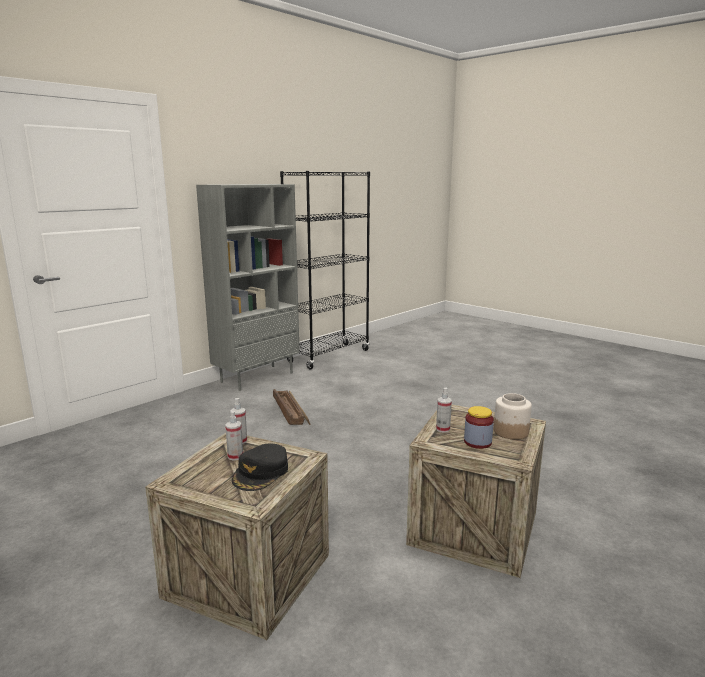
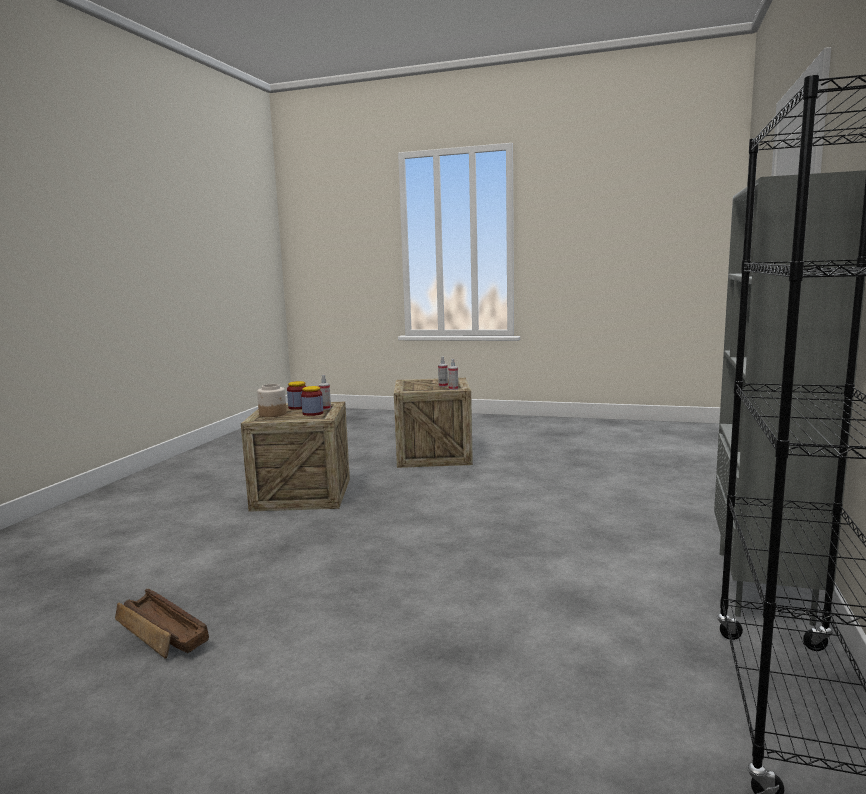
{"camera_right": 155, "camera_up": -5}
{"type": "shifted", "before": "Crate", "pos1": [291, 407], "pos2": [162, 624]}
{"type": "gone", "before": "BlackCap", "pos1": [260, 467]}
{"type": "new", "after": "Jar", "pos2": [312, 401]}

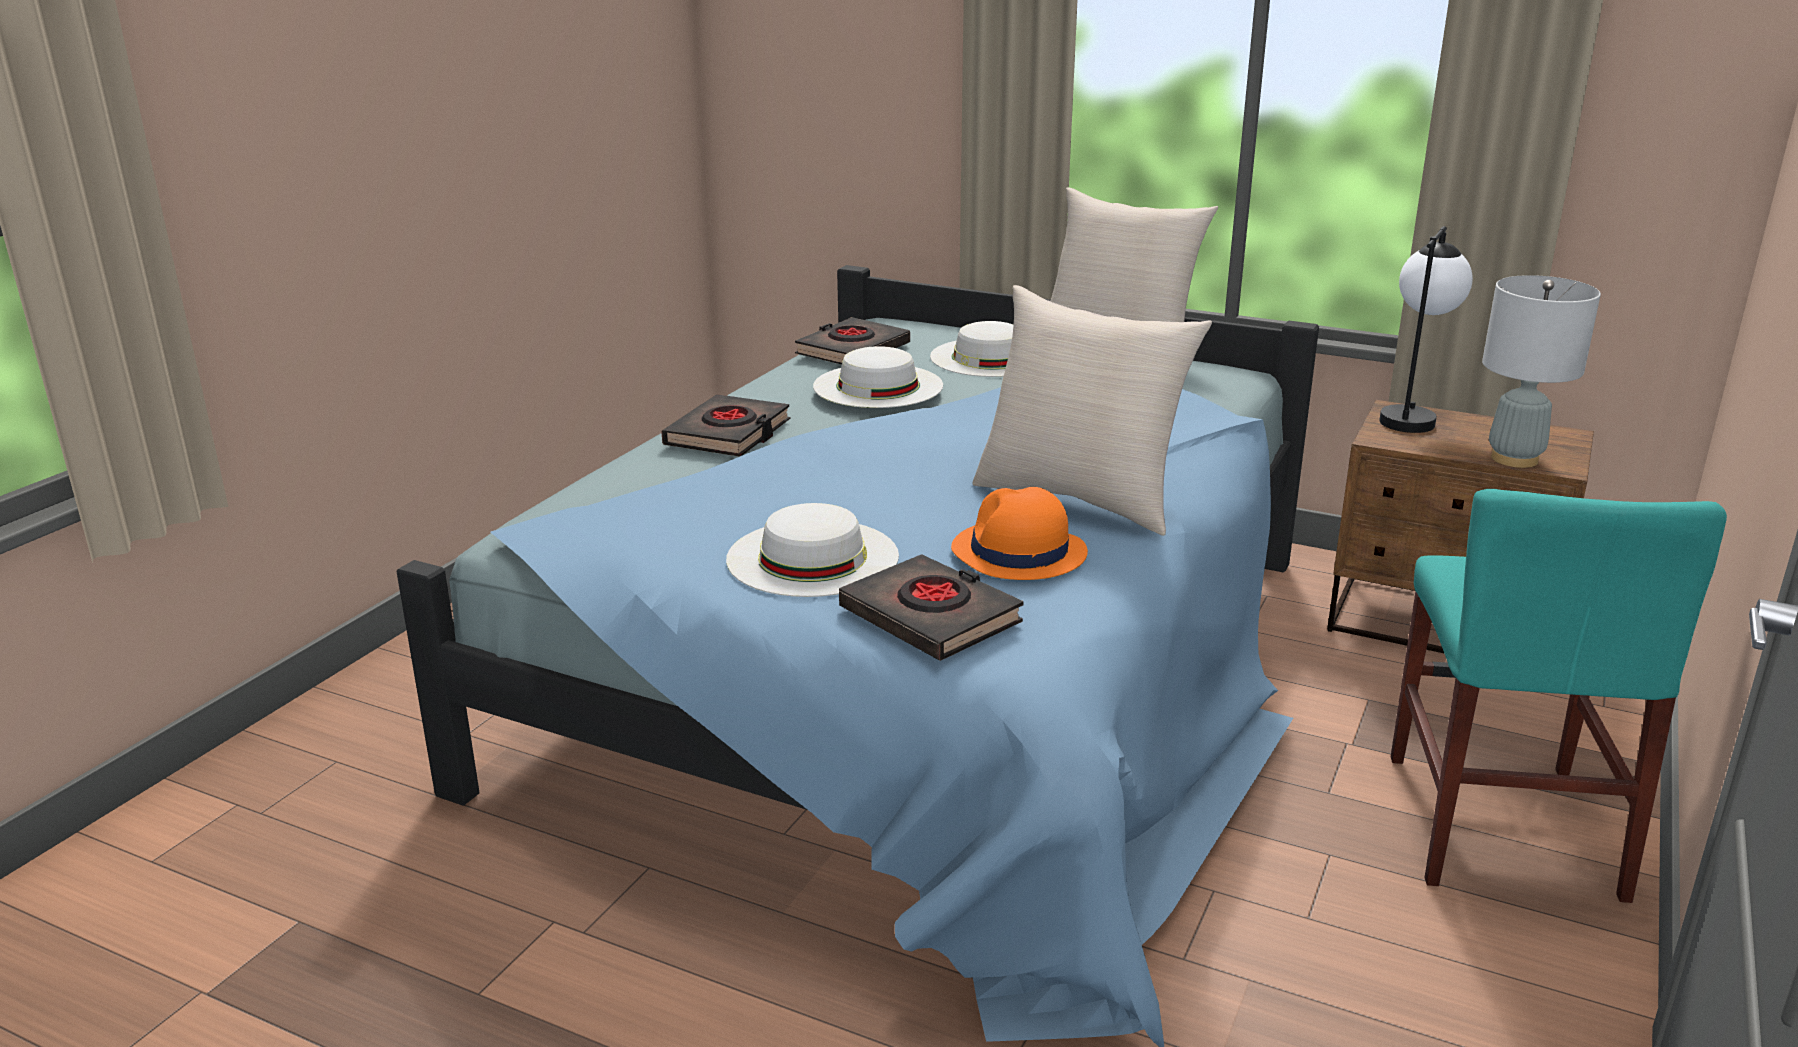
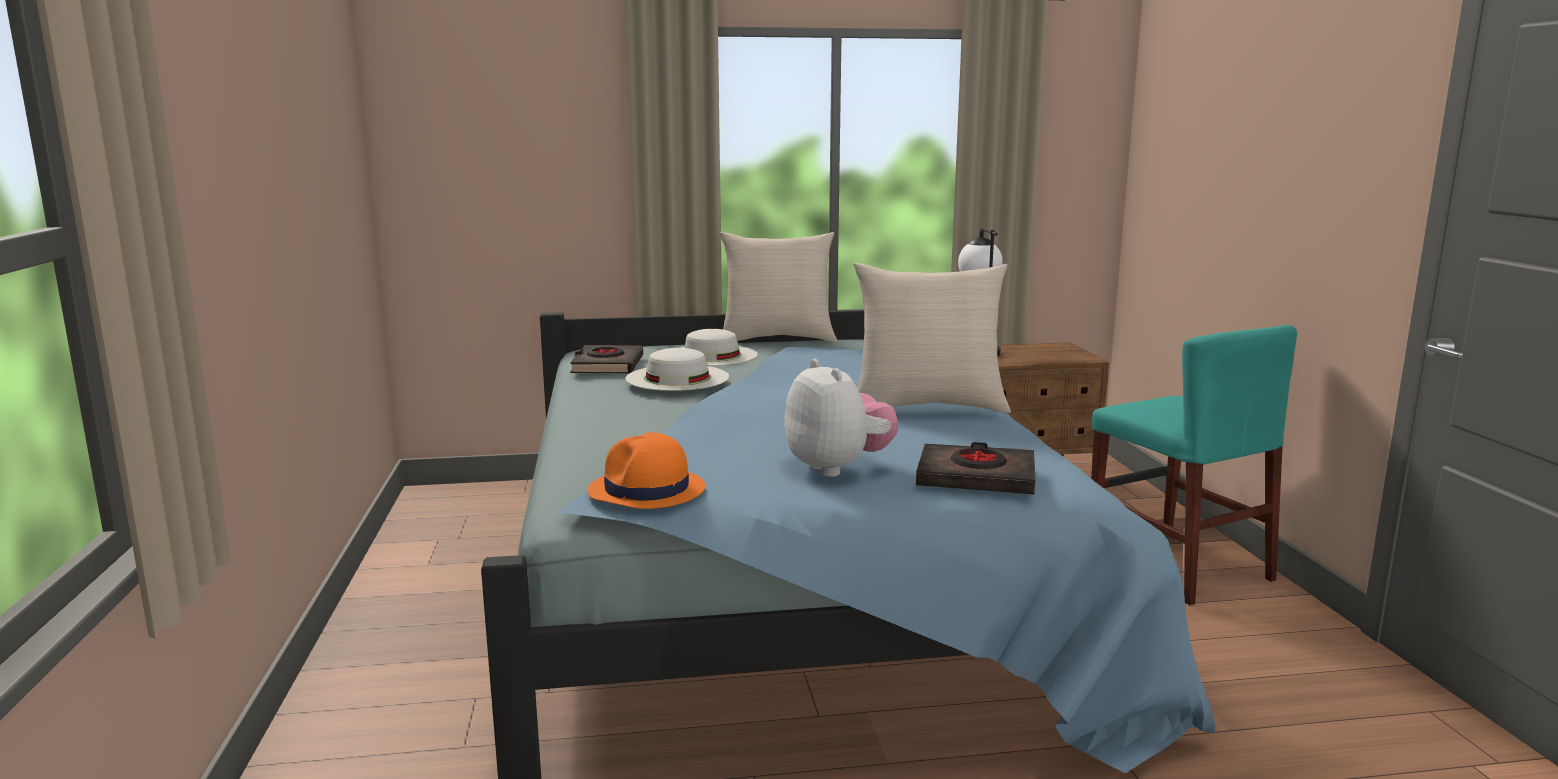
{"camera_right": -35, "camera_up": -10}
{"type": "gone", "before": "GreyTableLamp", "pos1": [1541, 371]}
{"type": "gone", "before": "BlackBook", "pos1": [726, 425]}
{"type": "shifted", "before": "OrangeHat", "pos1": [1019, 533], "pos2": [646, 470]}
{"type": "swapped", "before": "WhiteHat", "after": "PlushToy", "pos1": [812, 550], "pos2": [841, 418]}

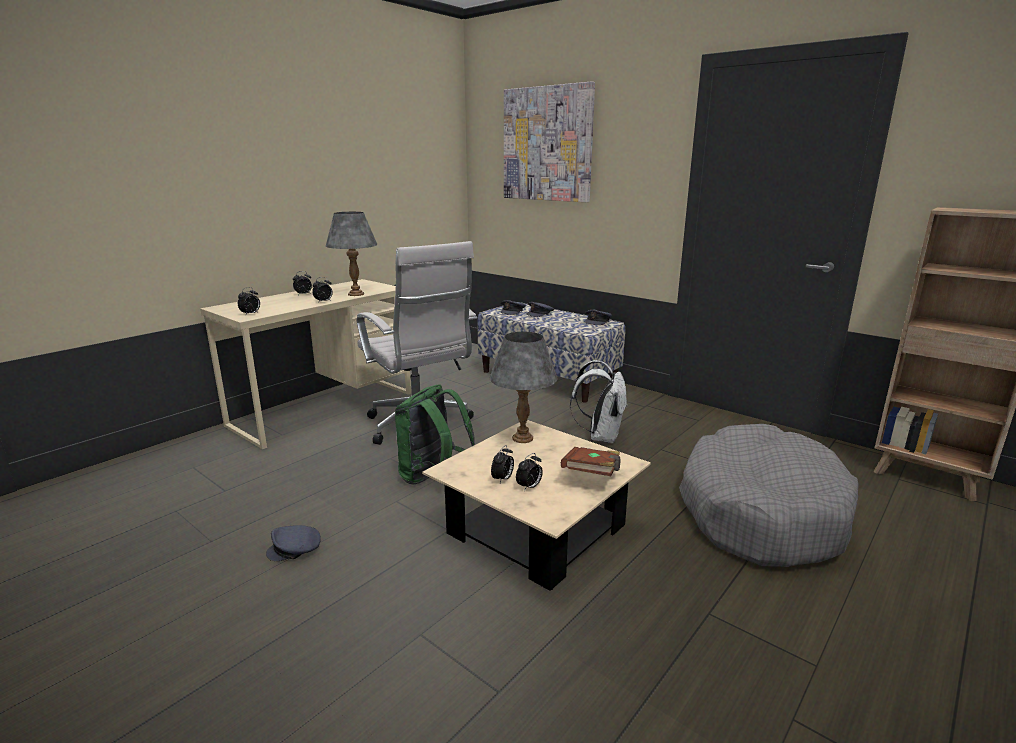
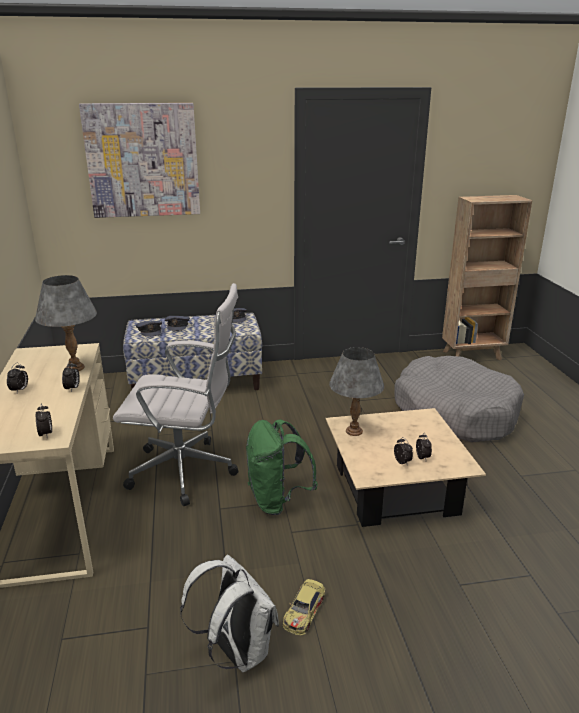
{"camera_right": -50, "camera_up": 5}
{"type": "shifted", "before": "WhiteBackpack", "pos1": [599, 401], "pos2": [229, 613]}
{"type": "gone", "before": "BrownBook", "pos1": [590, 461]}
{"type": "swapped", "before": "GreyCap", "after": "ToyCar", "pos1": [293, 543], "pos2": [304, 607]}

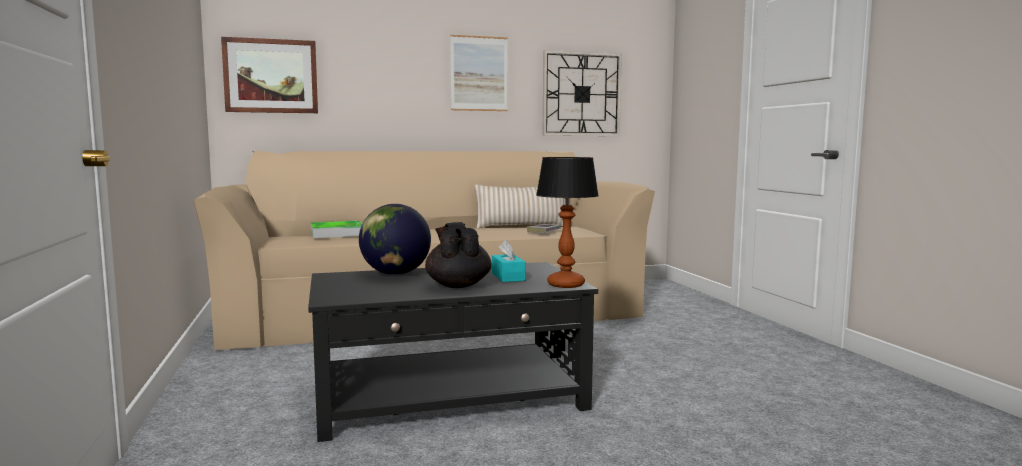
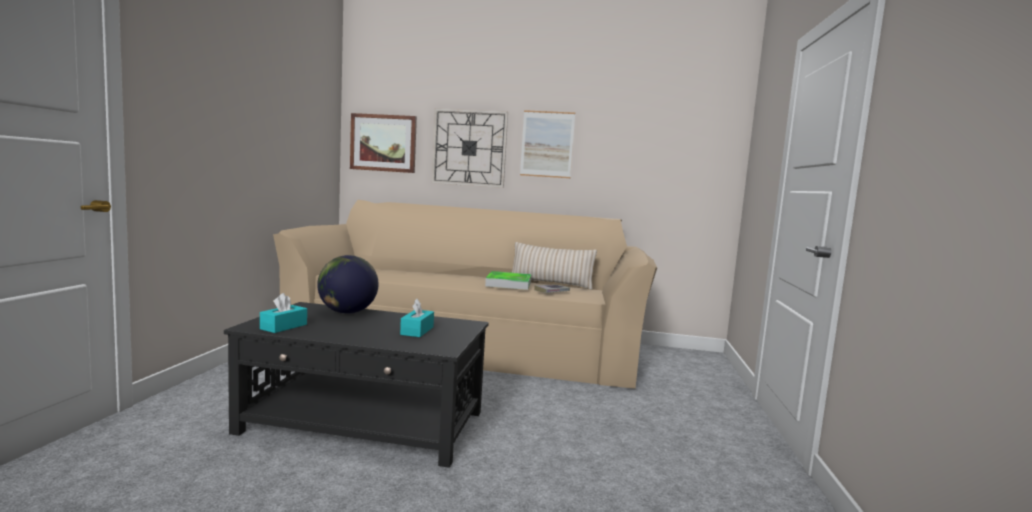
{"camera_right": 25, "camera_up": 0}
{"type": "shifted", "before": "WallClock", "pos1": [582, 93], "pos2": [470, 148]}
{"type": "gone", "before": "TableLamp", "pos1": [567, 222]}
{"type": "shifted", "before": "Tray", "pos1": [336, 229], "pos2": [508, 280]}
{"type": "gone", "before": "BlackTeapot", "pos1": [458, 255]}
{"type": "new", "after": "TurquoiseTissueBox", "pos2": [283, 313]}

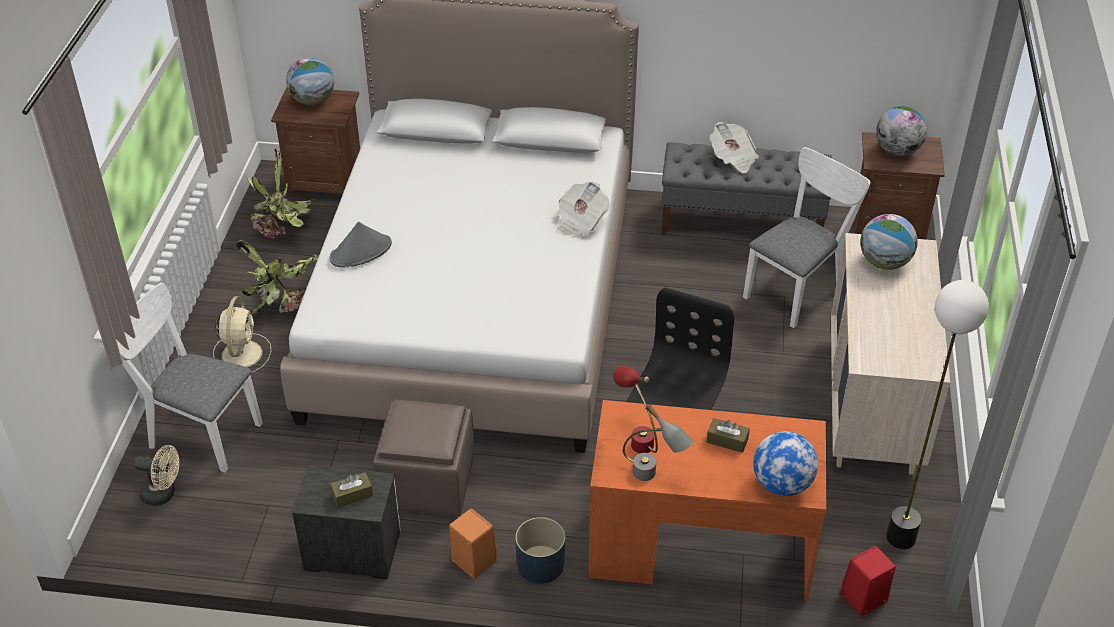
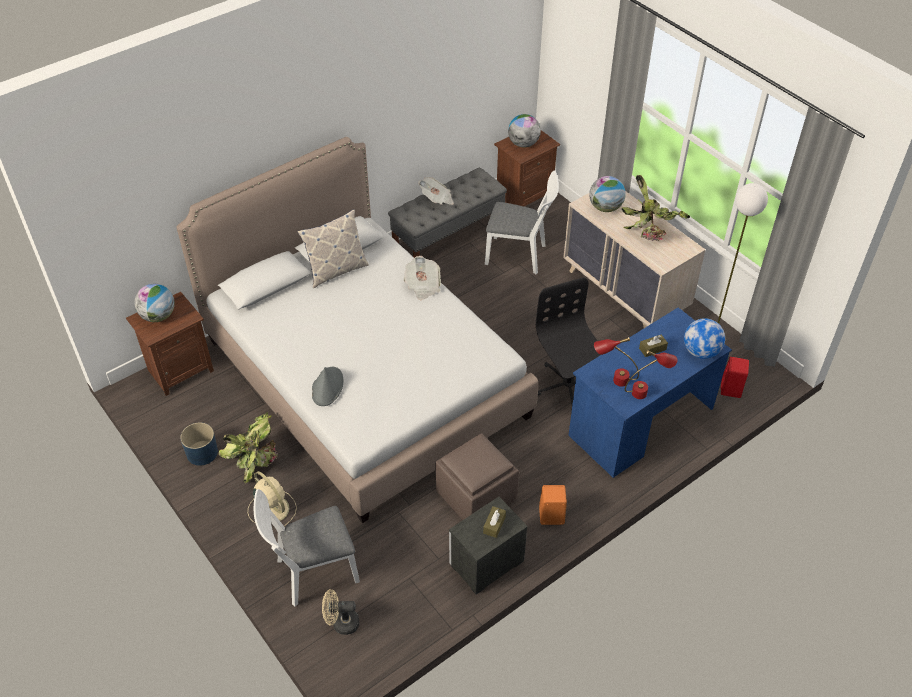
{"camera_right": -45, "camera_up": 5}
{"type": "rotated", "before": "WhiteChair", "pos1": [806, 237], "pos2": [522, 222], "turn": 105}
{"type": "shifted", "before": "PottedPlant", "pos1": [281, 193], "pos2": [656, 208]}
{"type": "repainted", "before": "OrangeDesk", "after": "BlueDesk", "pos1": [707, 500], "pos2": [650, 392]}
{"type": "repainted", "before": "GreyTableLamp", "after": "RedTableLamp", "pos1": [658, 442], "pos2": [651, 374]}
{"type": "rotated", "before": "BeigeFan", "pos1": [156, 475], "pos2": [340, 612], "turn": -150}
{"type": "shifted", "before": "BluePlanter", "pos1": [540, 550], "pos2": [199, 444]}
{"type": "new", "after": "Pillow", "pos2": [333, 248]}

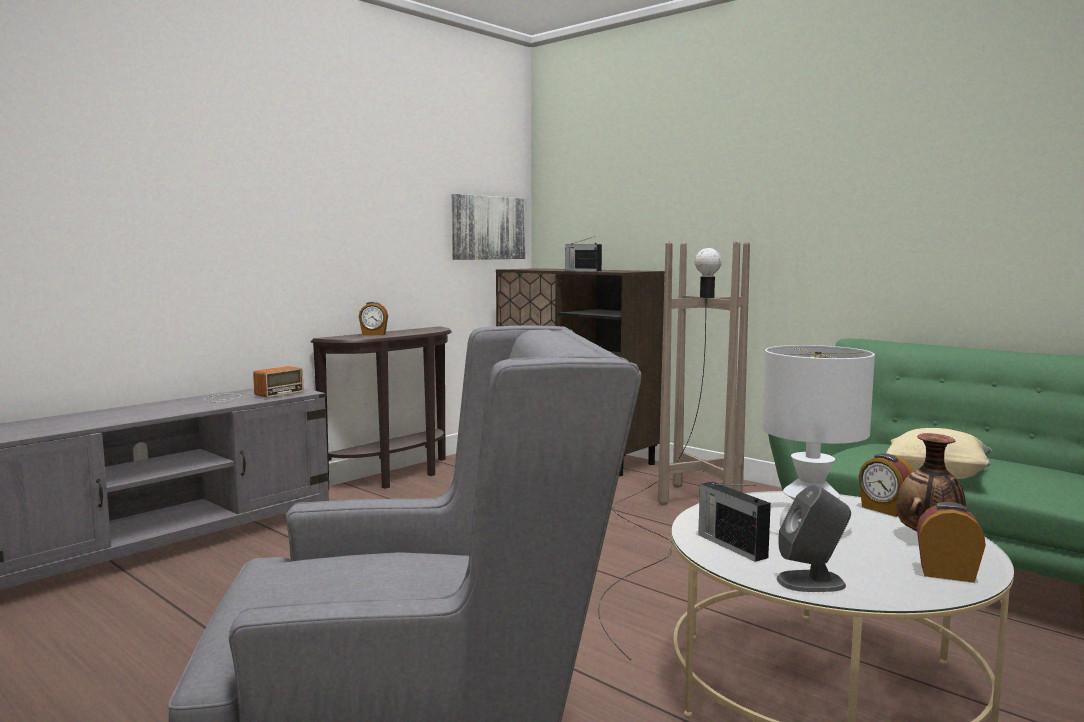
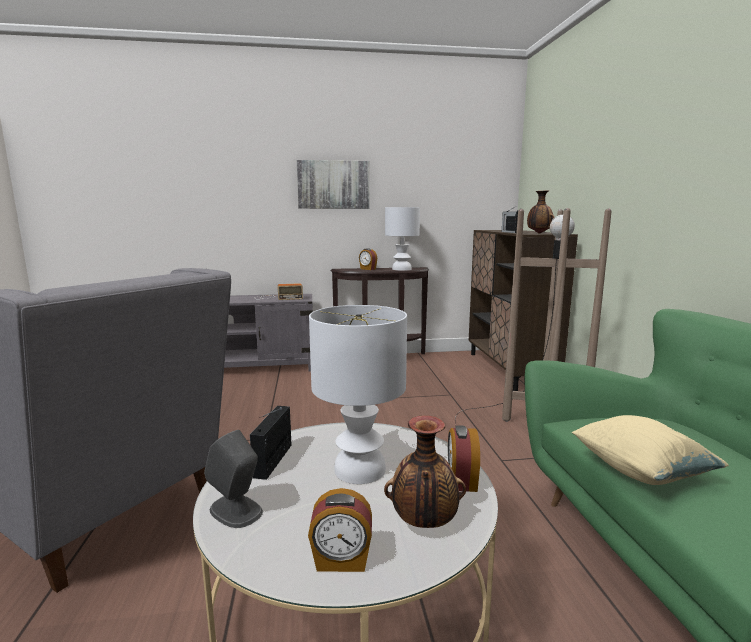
{"camera_right": 40, "camera_up": 5}
{"type": "shifted", "before": "Picture", "pos1": [488, 227], "pos2": [333, 184]}
{"type": "rotated", "before": "AlarmClock", "pos1": [951, 542], "pos2": [340, 530], "turn": 120}
{"type": "new", "after": "Vase", "pos2": [541, 211]}
{"type": "new", "after": "WhiteTableLamp", "pos2": [402, 239]}

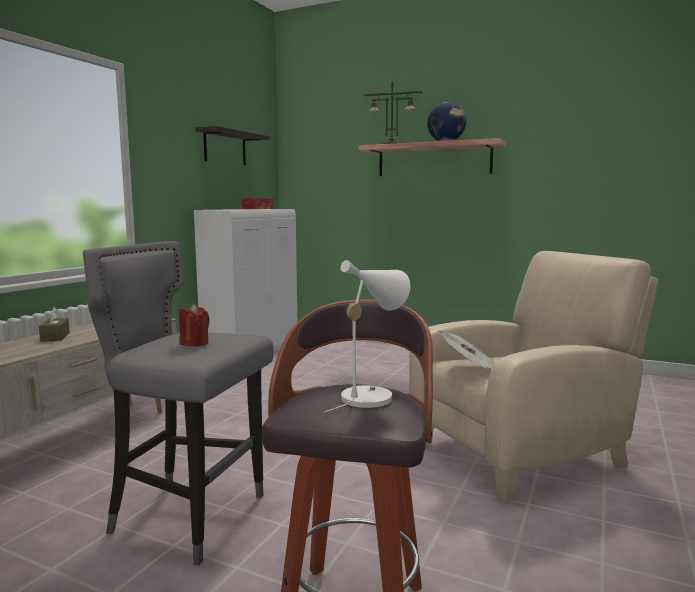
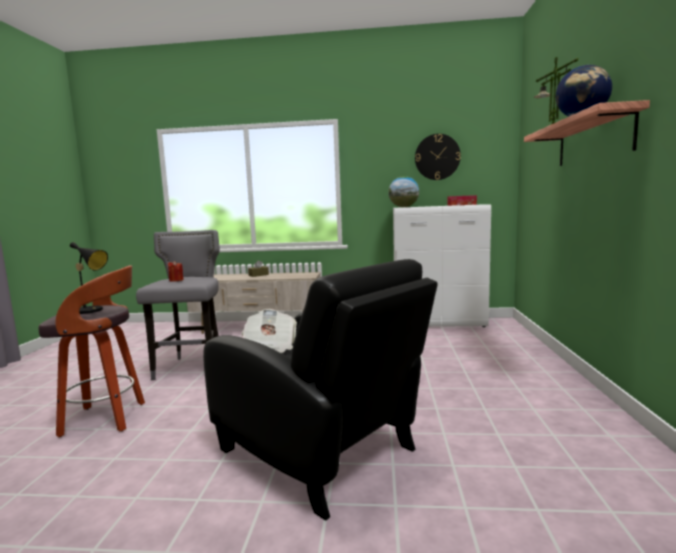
{"camera_right": 70, "camera_up": 0}
{"type": "swapped", "before": "Shelf", "after": "WallClock", "pos1": [232, 145], "pos2": [438, 157]}
{"type": "repainted", "before": "BeigeArmchair", "after": "BlackArmchair", "pos1": [533, 376], "pos2": [320, 390]}
{"type": "repainted", "before": "WhiteTableLamp", "after": "BlackTableLamp", "pos1": [367, 336], "pos2": [89, 278]}
{"type": "new", "after": "Globe", "pos2": [403, 191]}

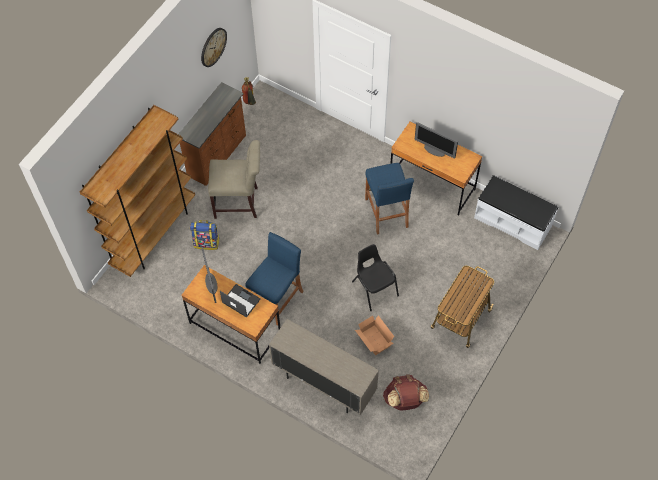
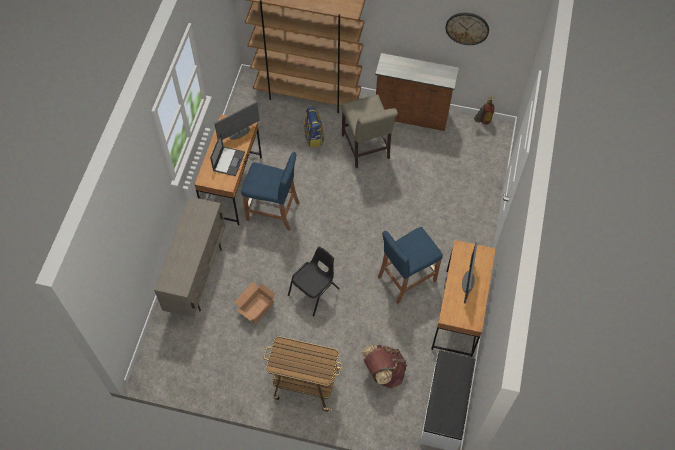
{"camera_right": 70, "camera_up": 0}
{"type": "shifted", "before": "BrownBackpack", "pos1": [406, 392], "pos2": [384, 366]}

